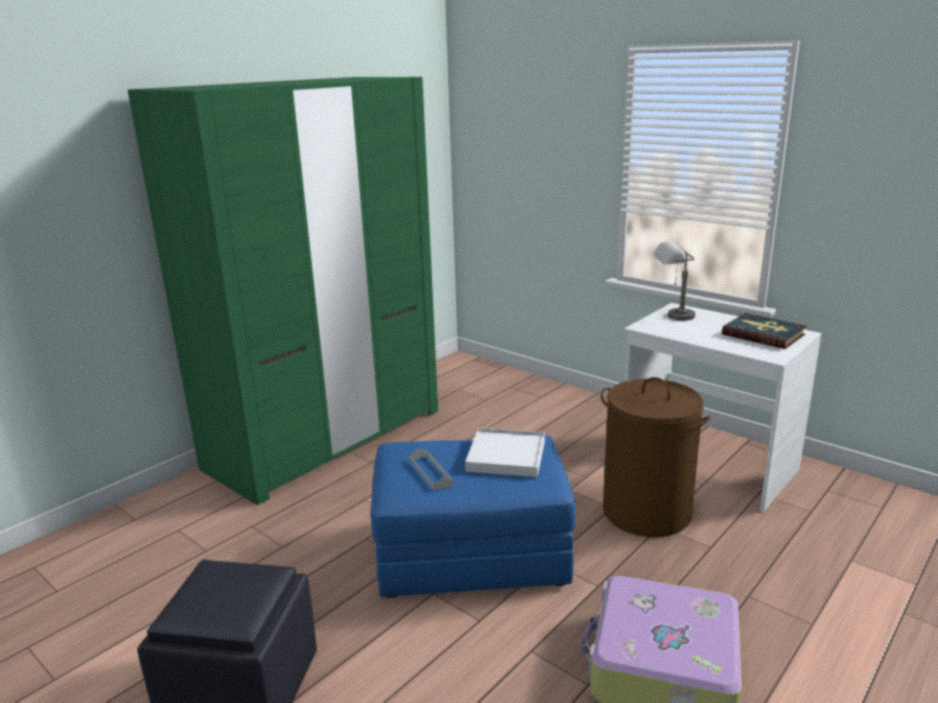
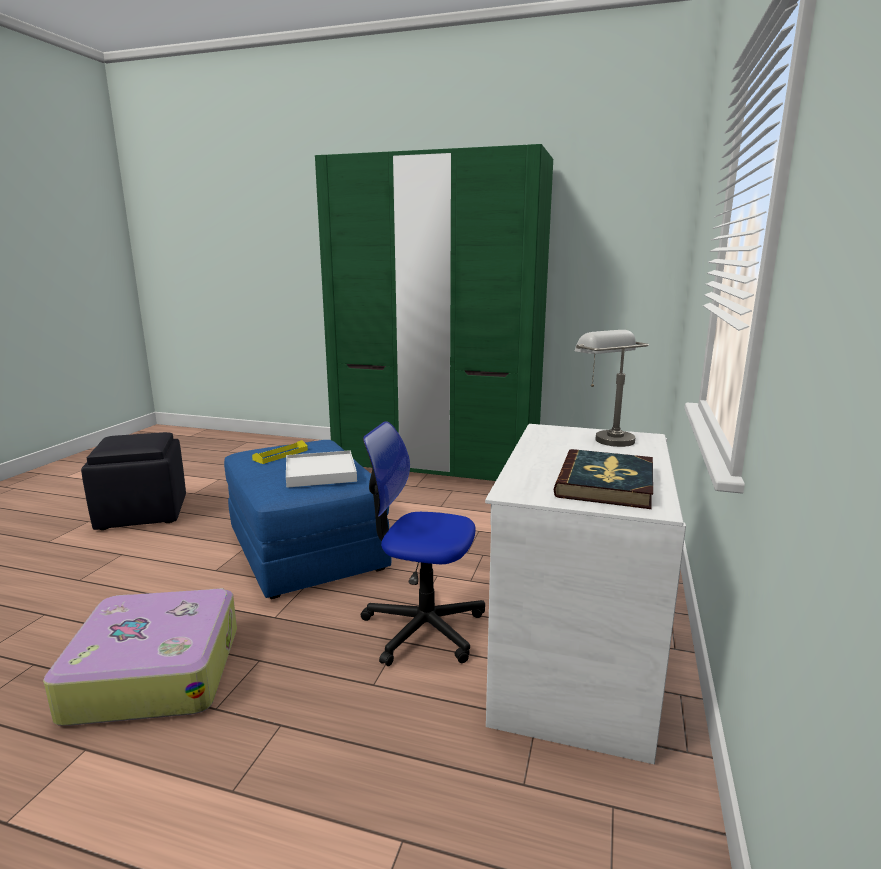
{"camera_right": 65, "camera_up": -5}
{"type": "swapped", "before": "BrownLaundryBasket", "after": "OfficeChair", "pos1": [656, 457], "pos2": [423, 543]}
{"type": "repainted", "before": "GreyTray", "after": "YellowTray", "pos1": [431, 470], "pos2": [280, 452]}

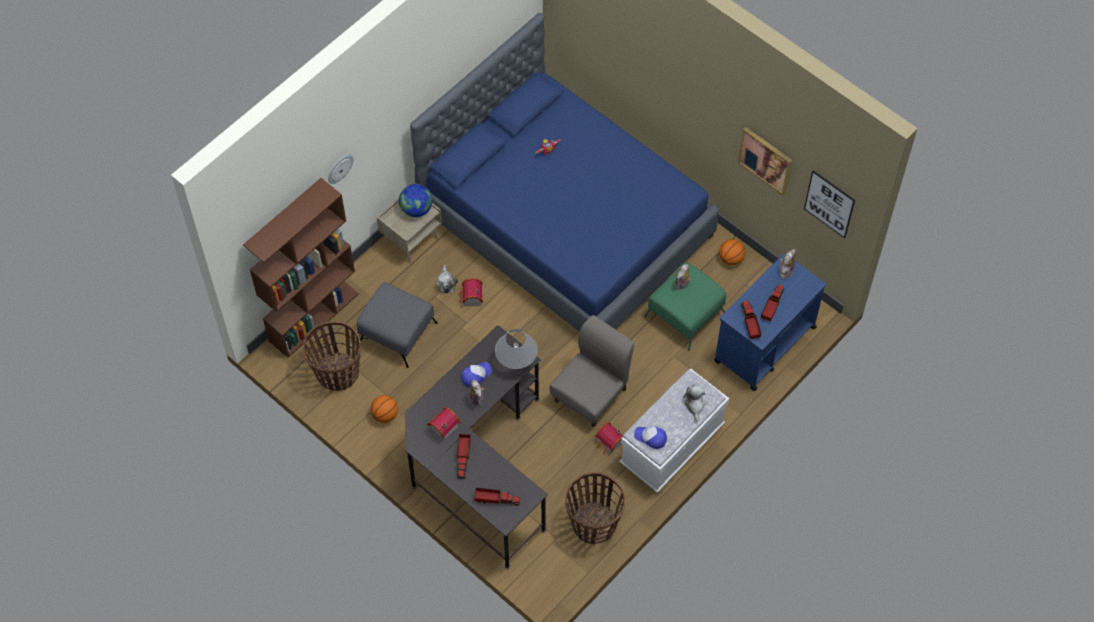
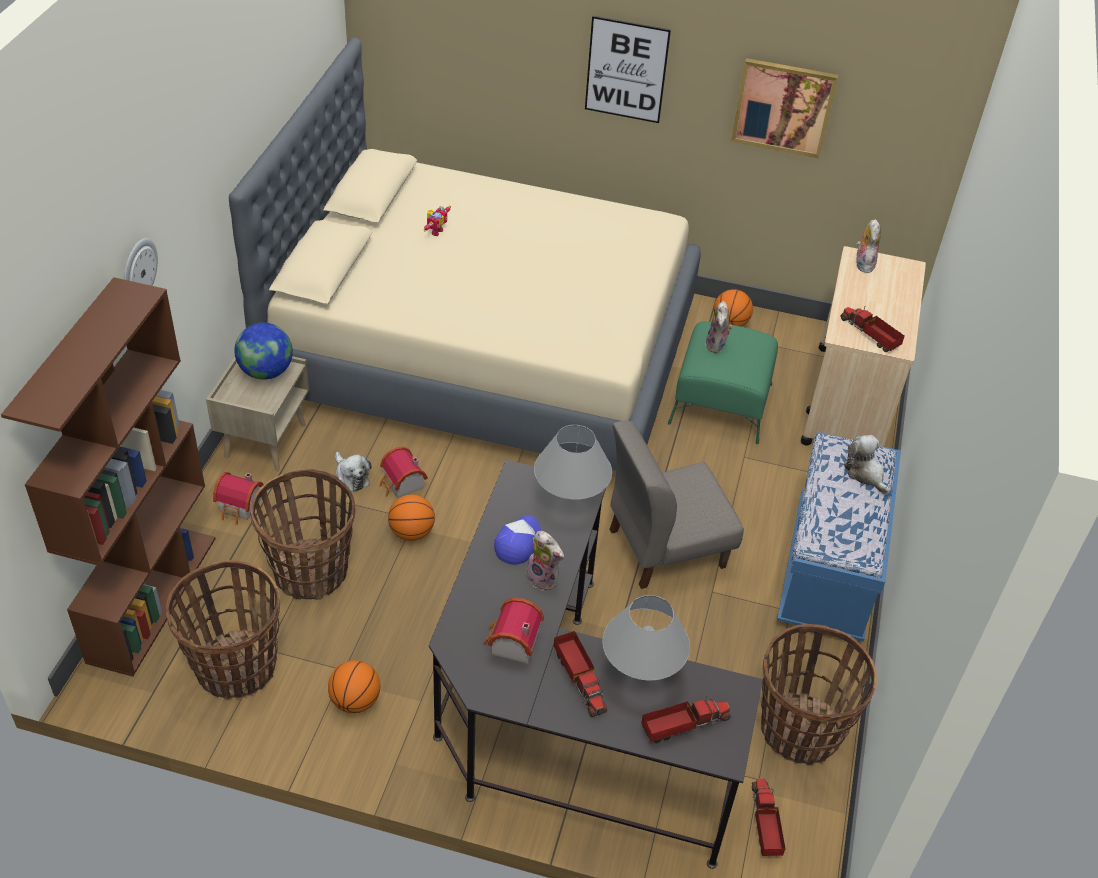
{"camera_right": -30, "camera_up": -15}
{"type": "repainted", "before": "BlueBed", "after": "BeigeBed", "pos1": [564, 172], "pos2": [465, 254]}
{"type": "shifted", "before": "Picture", "pos1": [829, 204], "pos2": [628, 69]}
{"type": "repainted", "before": "BlueCart", "after": "BeigeCart", "pos1": [770, 322], "pos2": [863, 346]}
{"type": "swapped", "before": "GreyOttoman", "after": "Basket", "pos1": [397, 325], "pos2": [302, 534]}
{"type": "shifted", "before": "ToyTruck", "pos1": [773, 303], "pos2": [768, 817]}
{"type": "rotated", "before": "GreyChair", "pos1": [592, 371], "pos2": [676, 505], "turn": -120}
{"type": "repainted", "before": "WhiteBench", "after": "BlueBench", "pos1": [674, 431], "pos2": [839, 537]}
{"type": "shifted", "before": "ToyHouse", "pos1": [609, 438], "pos2": [238, 498]}
{"type": "gone", "before": "Cap", "pos1": [650, 437]}
{"type": "new", "after": "Basketball", "pos2": [411, 517]}
{"type": "new", "after": "GreyTableLamp", "pos2": [646, 637]}

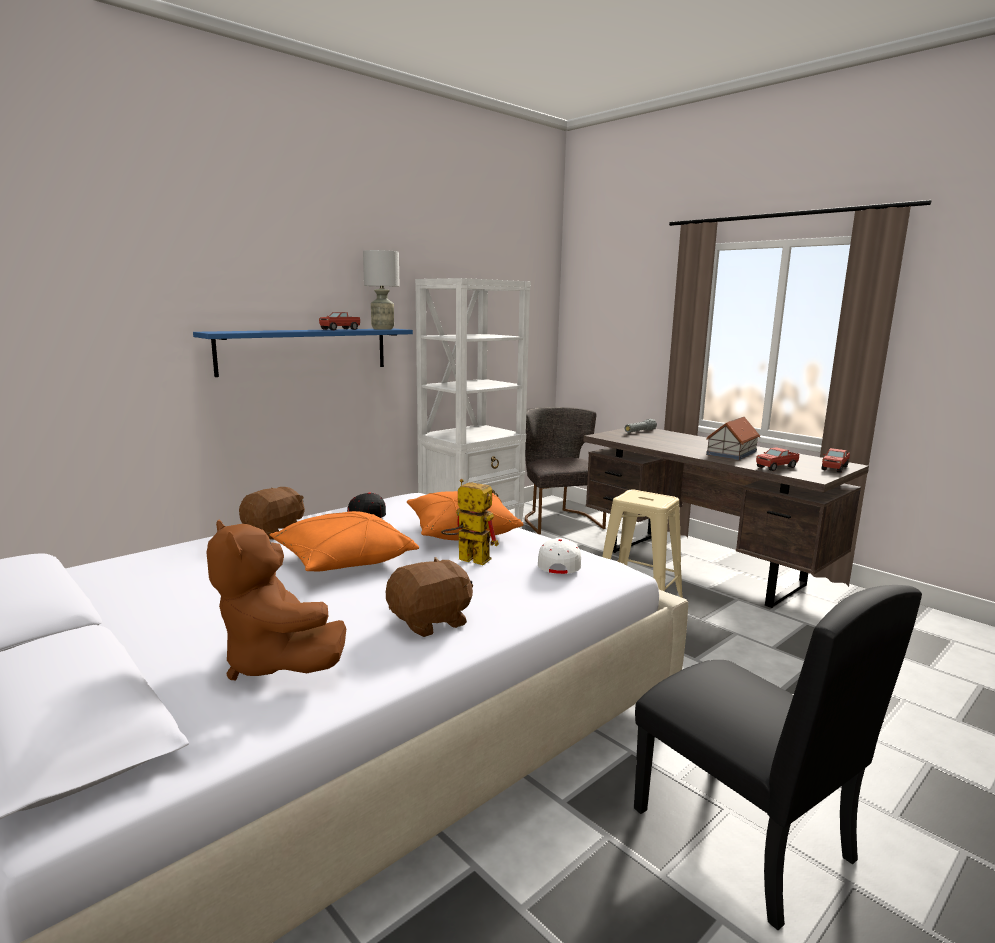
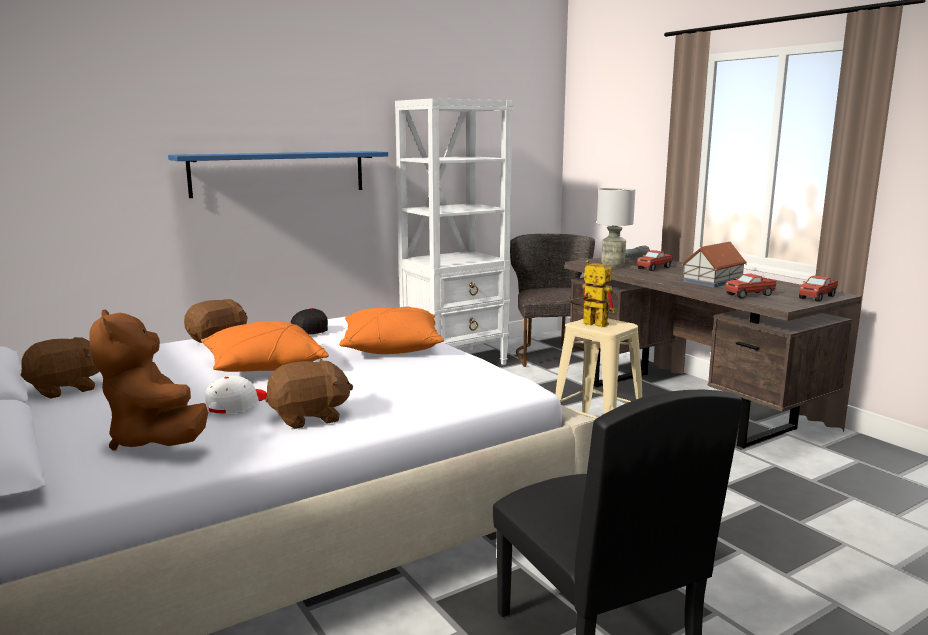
{"camera_right": 10, "camera_up": 0}
{"type": "shifted", "before": "GreyTableLamp", "pos1": [381, 290], "pos2": [616, 228]}
{"type": "shifted", "before": "ToyTruck", "pos1": [339, 321], "pos2": [655, 260]}
{"type": "shifted", "before": "ToyRobot", "pos1": [470, 522], "pos2": [593, 294]}
{"type": "shifted", "before": "WhiteCap", "pos1": [559, 556], "pos2": [236, 395]}
{"type": "new", "after": "BrownPlushToy", "pos2": [60, 368]}

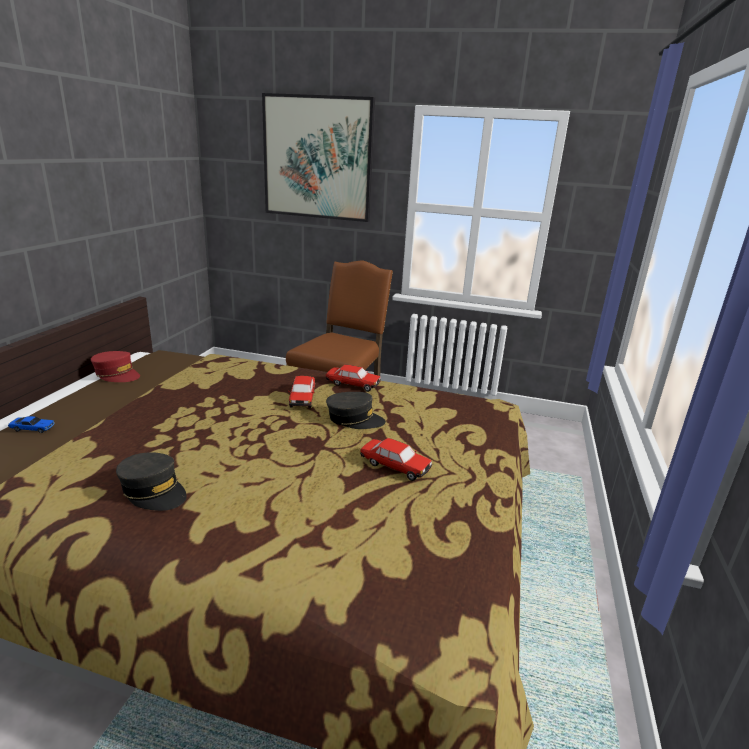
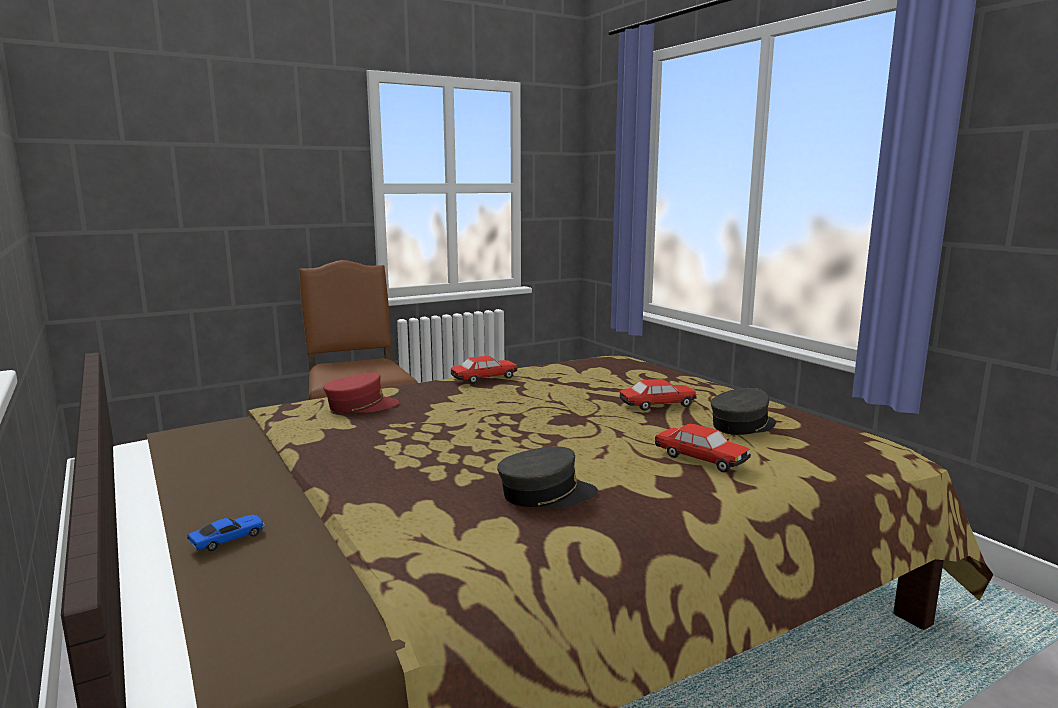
{"camera_right": -45, "camera_up": -10}
{"type": "gone", "before": "Picture", "pos1": [318, 157]}
{"type": "shifted", "before": "RedCap", "pos1": [115, 366], "pos2": [361, 392]}
{"type": "shifted", "before": "ToyCar", "pos1": [301, 392], "pos2": [703, 448]}
{"type": "shifted", "before": "GreyCap", "pos1": [356, 410], "pos2": [743, 411]}

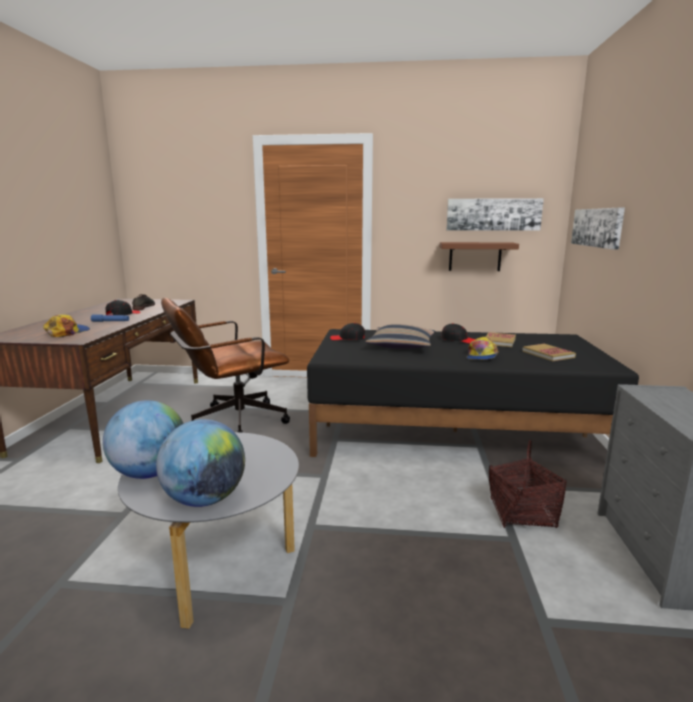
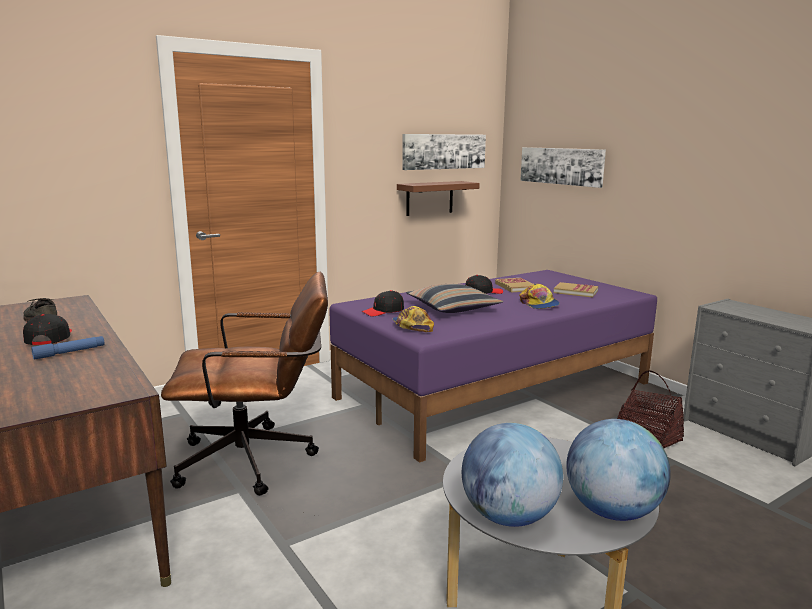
{"camera_right": -40, "camera_up": 0}
{"type": "rotated", "before": "BrownOfficeChair", "pos1": [225, 365], "pos2": [244, 384], "turn": -120}
{"type": "shifted", "before": "Cap", "pos1": [66, 326], "pos2": [413, 319]}
{"type": "repainted", "before": "BlackBed", "after": "PurpleBed", "pos1": [473, 393], "pos2": [493, 366]}

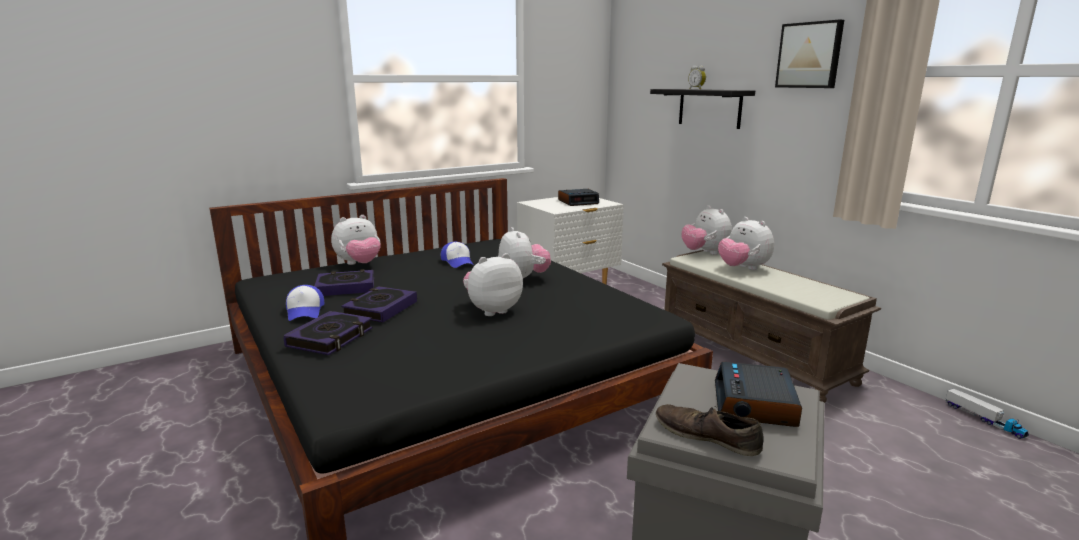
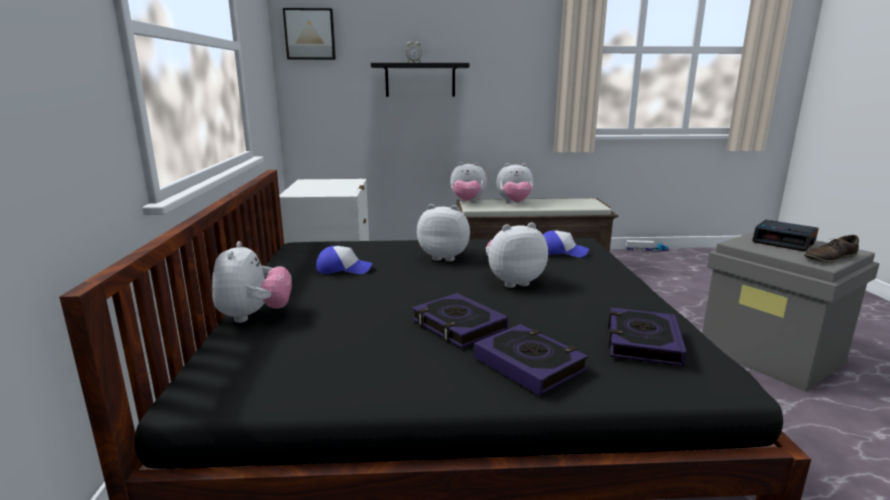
{"camera_right": -60, "camera_up": 0}
{"type": "shifted", "before": "Picture", "pos1": [809, 53], "pos2": [309, 34]}
{"type": "gone", "before": "AlarmClock", "pos1": [578, 197]}
{"type": "rotated", "before": "PlushToy", "pos1": [493, 284], "pos2": [517, 255], "turn": 75}
{"type": "shifted", "before": "Book", "pos1": [344, 282], "pos2": [647, 336]}
{"type": "shifted", "before": "Cap", "pos1": [305, 303], "pos2": [566, 243]}

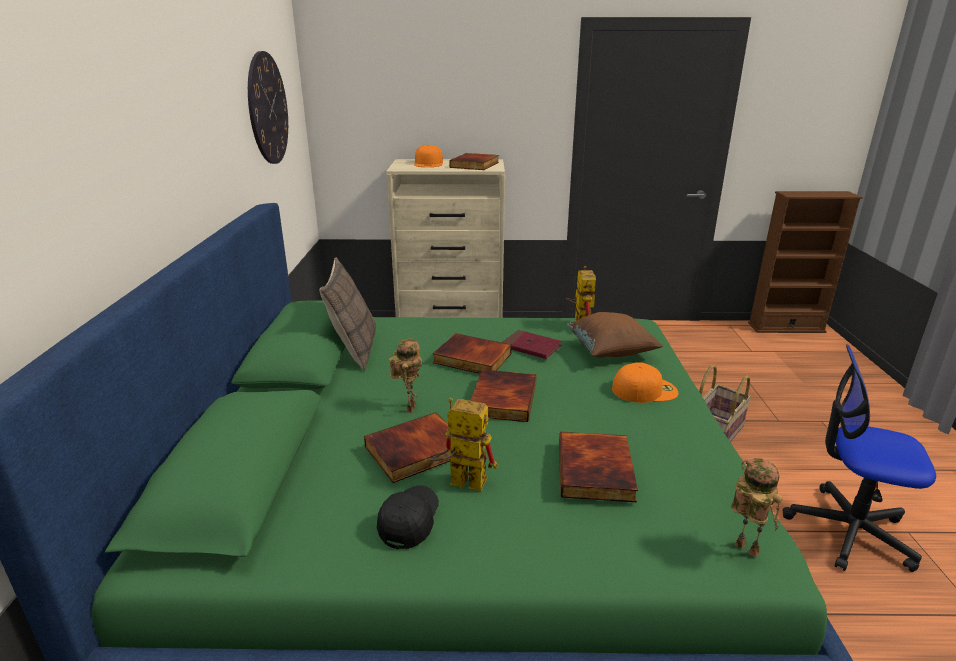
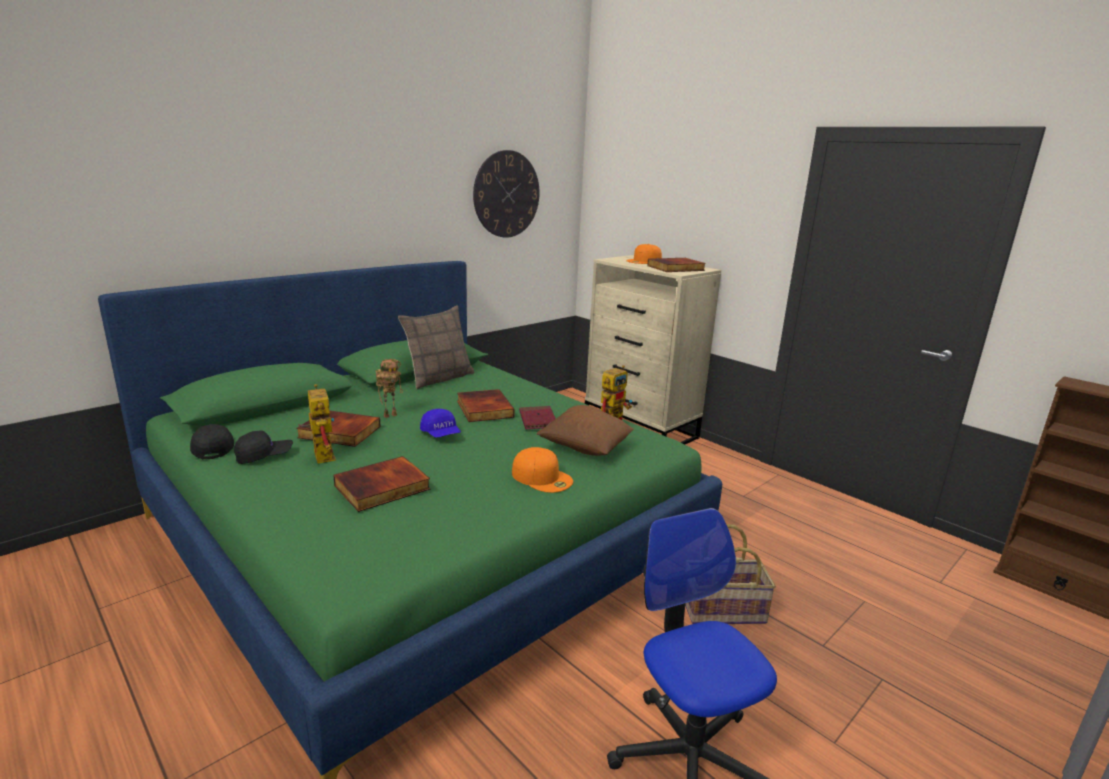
{"camera_right": 45, "camera_up": -5}
{"type": "swapped", "before": "Book", "after": "BlueCap", "pos1": [503, 395], "pos2": [440, 423]}
{"type": "gone", "before": "ToyRobot", "pos1": [756, 507]}
{"type": "new", "after": "BlackCap", "pos2": [212, 441]}

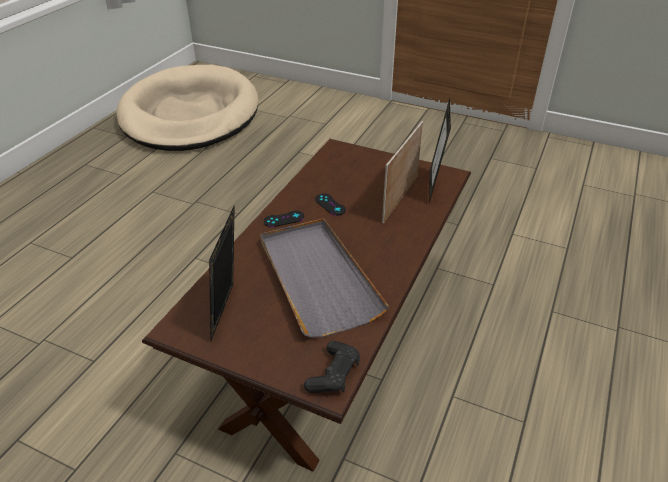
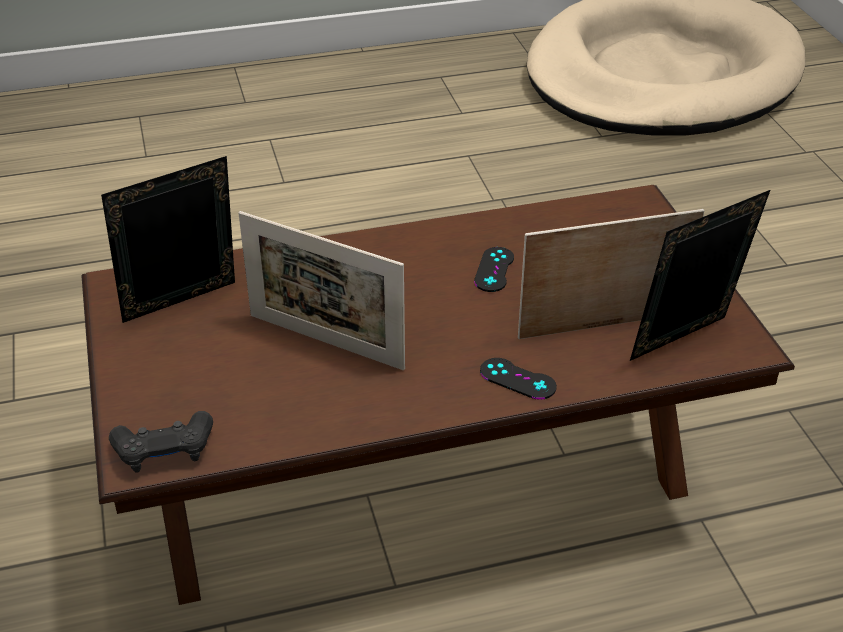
{"camera_right": 50, "camera_up": 0}
{"type": "shifted", "before": "BlackGameController", "pos1": [284, 219], "pos2": [518, 379]}
{"type": "swapped", "before": "GreyTray", "after": "PictureFrame", "pos1": [324, 277], "pos2": [321, 290]}

